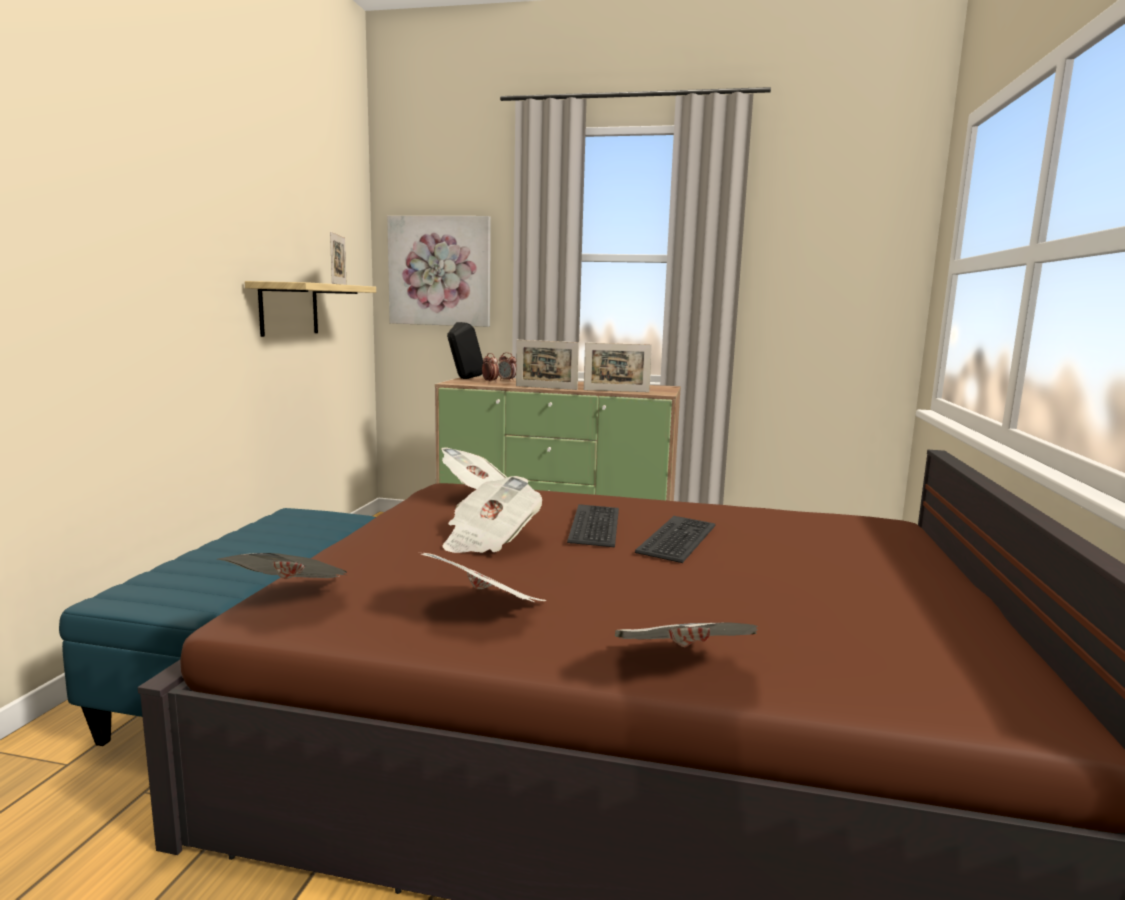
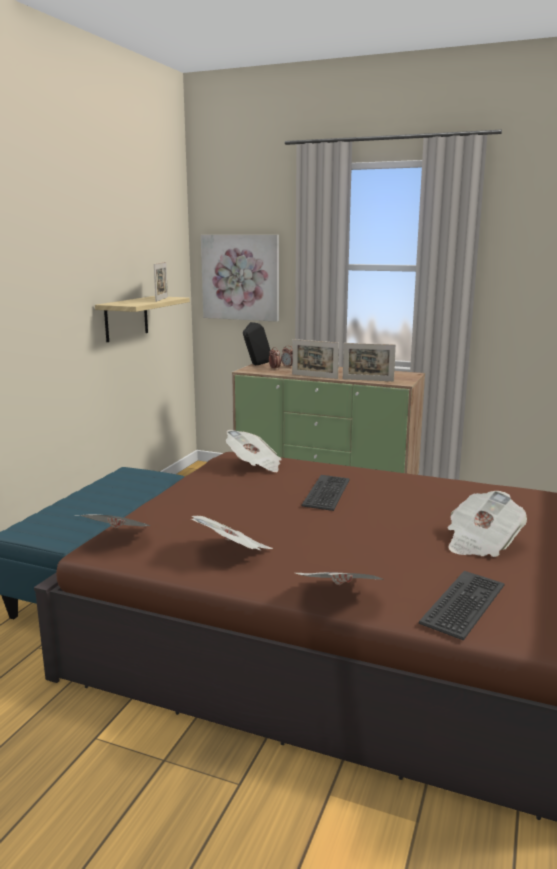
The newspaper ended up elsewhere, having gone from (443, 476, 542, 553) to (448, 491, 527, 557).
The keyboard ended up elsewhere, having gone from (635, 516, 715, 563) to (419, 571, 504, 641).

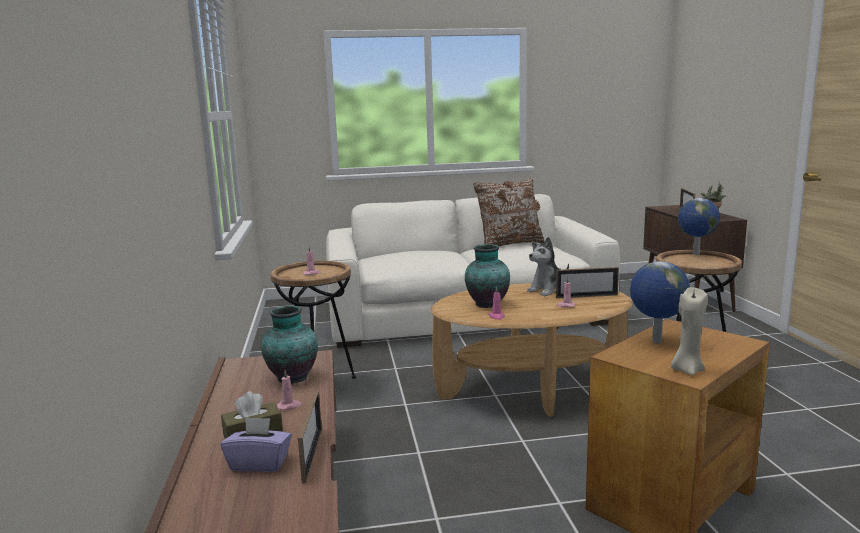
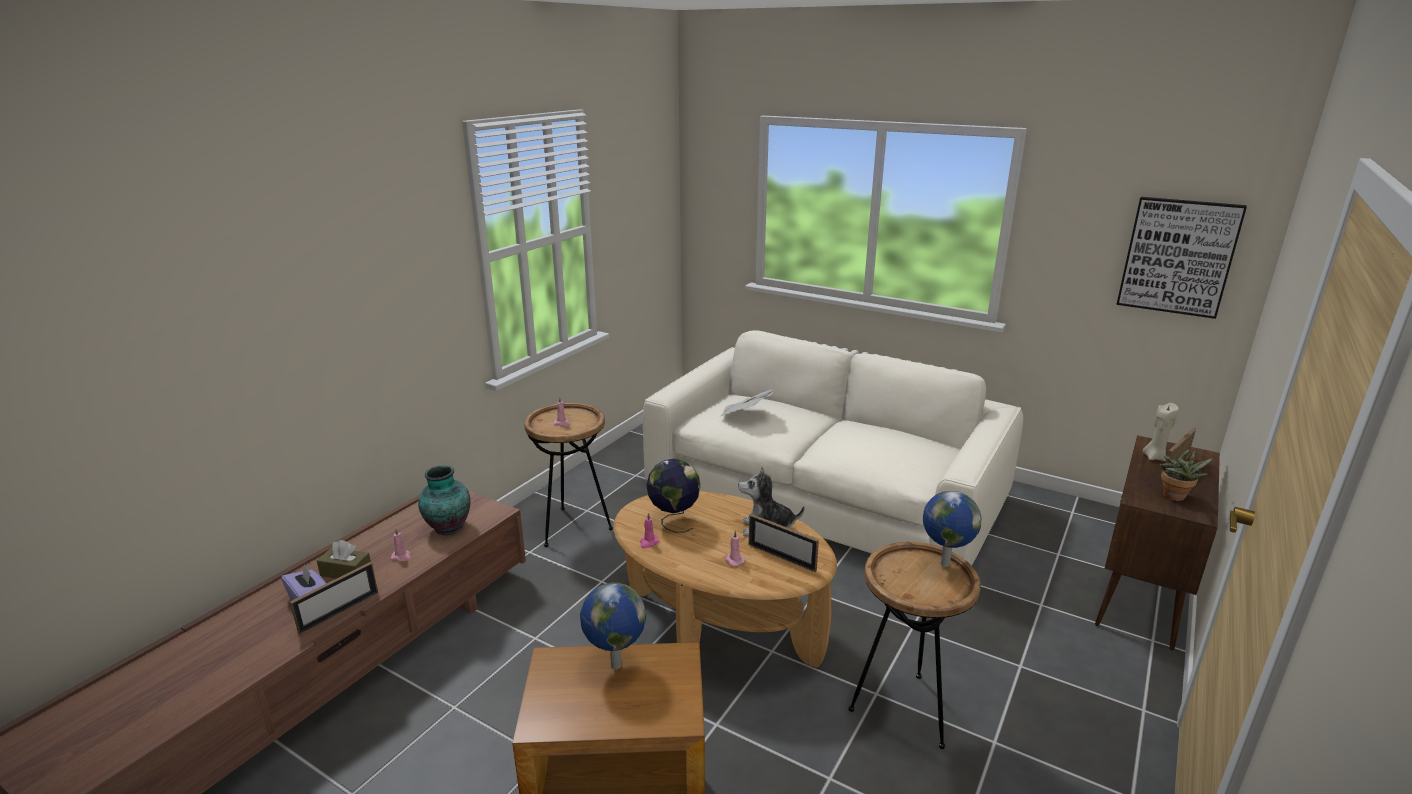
The second view lost the brown_pillow at (473, 178, 544, 247).
Where the vase stood at (465, 244, 510, 308), the globe came to stand at (647, 458, 701, 533).
The beige_candle ended up elsewhere, having gone from (671, 287, 708, 375) to (1143, 403, 1179, 461).
The second view gained the picture at (1116, 197, 1247, 319).
The second view gained the newspaper at (721, 389, 774, 416).

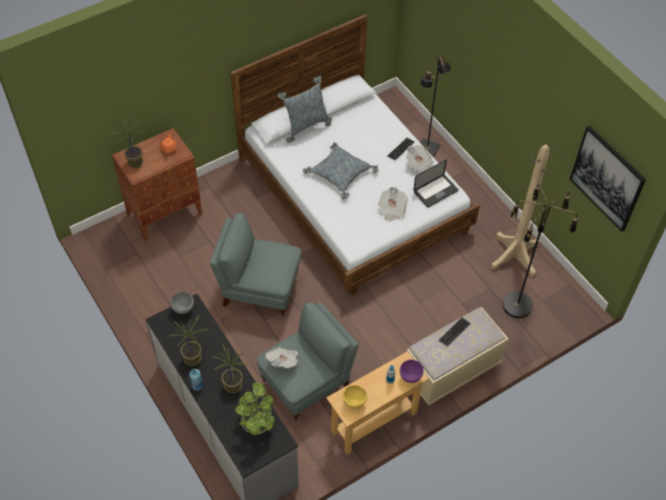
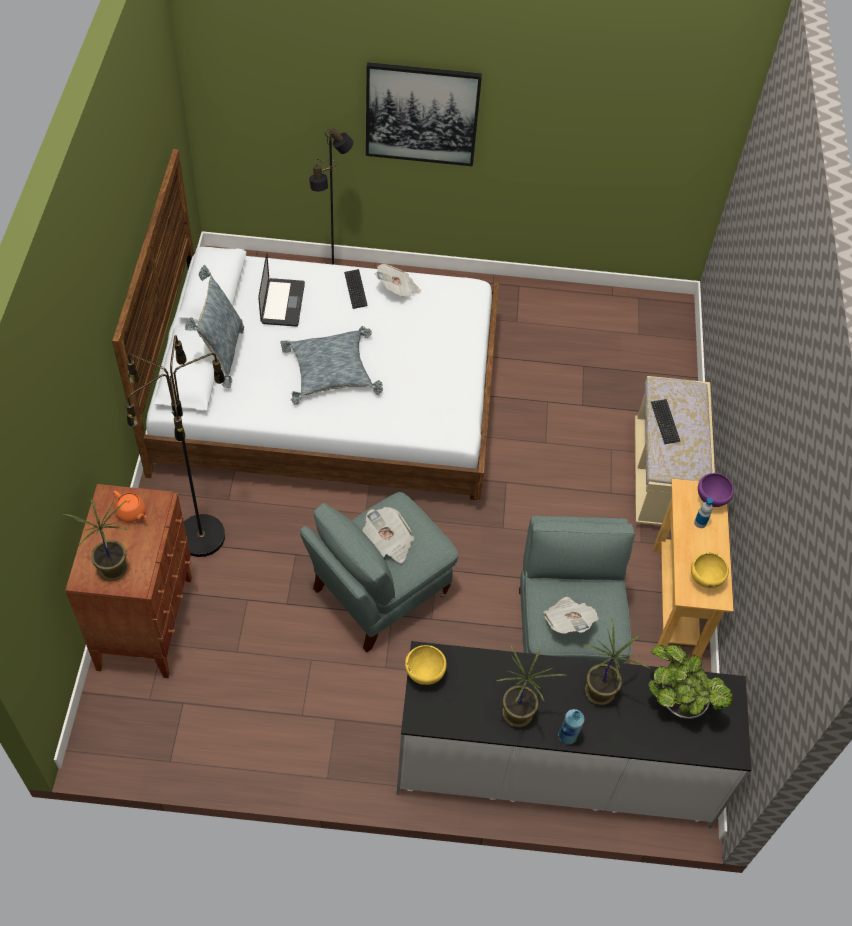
The picture ended up elsewhere, having gone from (570, 126, 646, 232) to (366, 62, 482, 166).
The second view lost the beige_clothes_rack at (491, 145, 554, 277).
The laptop ended up elsewhere, having gone from (413, 159, 459, 208) to (258, 254, 305, 327).
The floor_lamp ended up elsewhere, having gone from (503, 184, 578, 318) to (126, 335, 225, 557).
The newspaper ended up elsewhere, having gone from (378, 187, 408, 222) to (363, 507, 414, 563).
What was the grey_bowl at (170, 292, 194, 314) turned into the yellow_bowl at (405, 645, 446, 685).

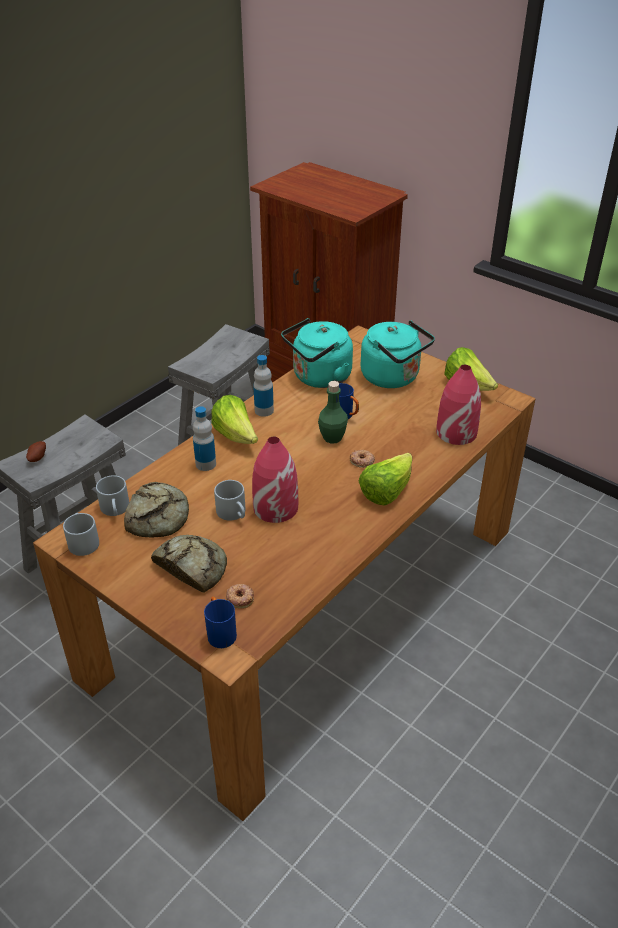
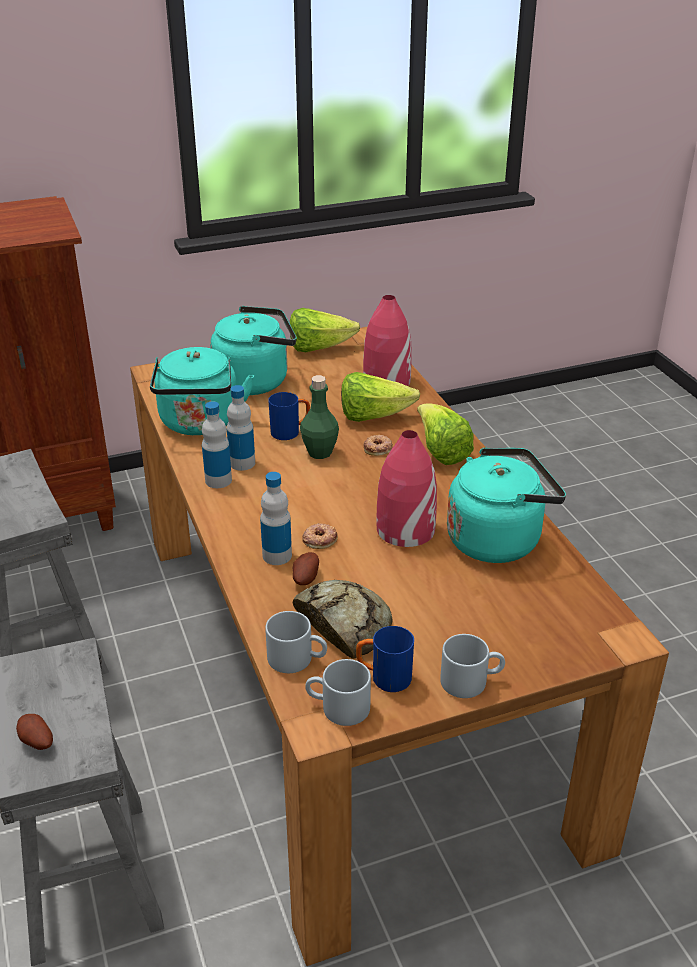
The lettuce ended up elsewhere, having gone from (211, 395, 258, 444) to (341, 372, 420, 422).
The grey_mug ended up elsewhere, having gone from (214, 480, 245, 521) to (440, 634, 505, 698).
The second view lost the bread at (151, 535, 227, 593).
The donut ended up elsewhere, having gone from (226, 584, 254, 608) to (302, 523, 338, 549).
The blue_mug ended up elsewhere, having gone from (204, 597, 237, 648) to (356, 626, 414, 692).
The second view gained the bottle at (227, 385, 255, 471).
The second view gained the turquoise_kettle at (447, 448, 566, 563).
The second view gained the potato at (293, 552, 319, 585).

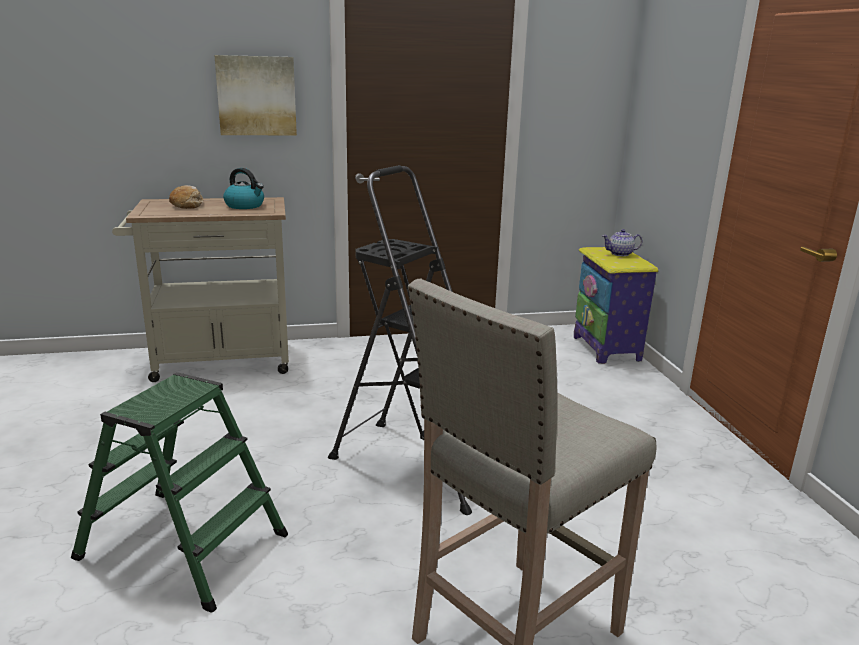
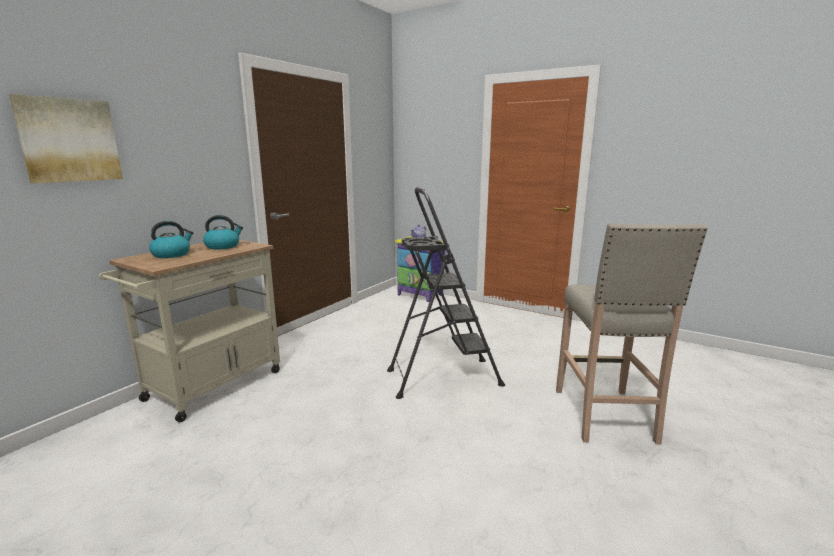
The picture ended up elsewhere, having gone from (214, 55, 297, 135) to (9, 94, 123, 184).
Where the bread stood at (169, 185, 203, 209), the kettle came to stand at (149, 221, 193, 258).
The second view lost the green_step_ladder at (71, 372, 288, 613).

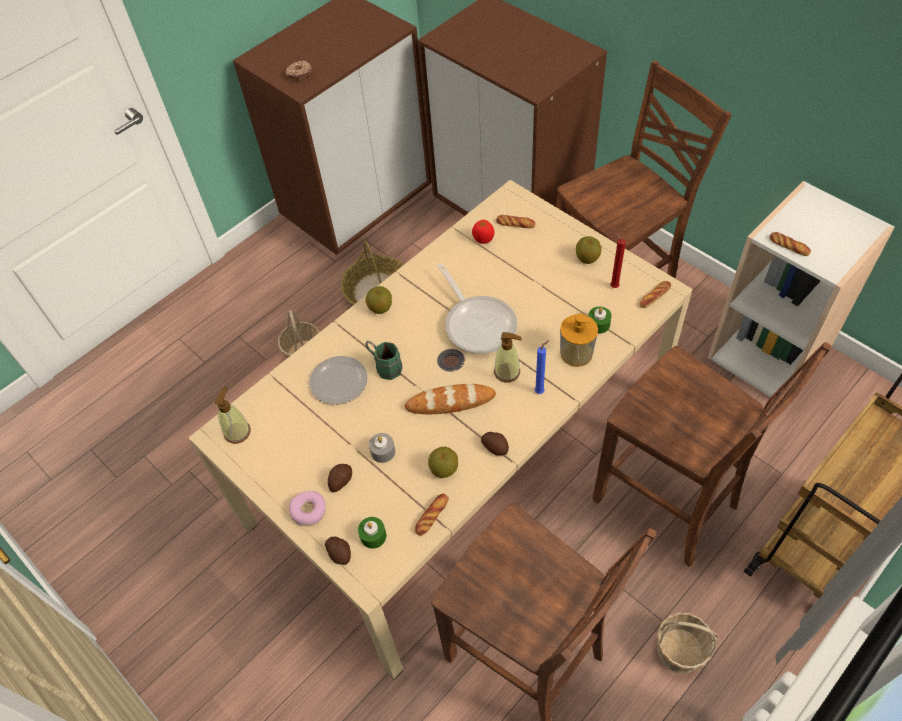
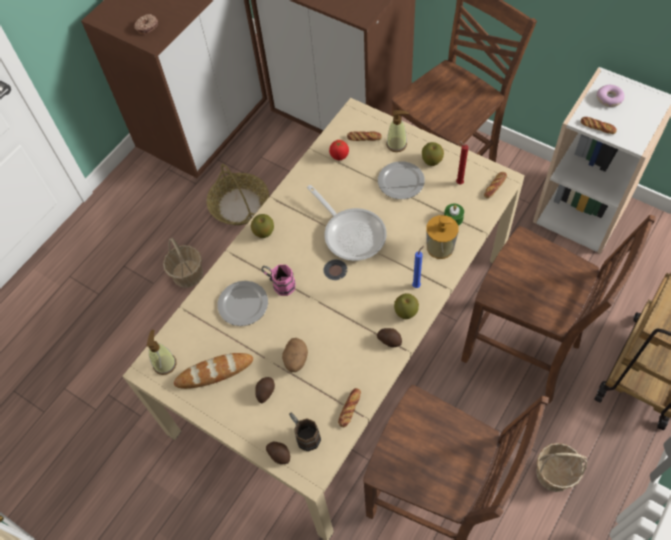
The soap_dispenser ended up elsewhere, having gone from (494, 332, 522, 382) to (386, 110, 409, 152).
What was the green_mug at (365, 341, 403, 380) turned into the pink_mug at (261, 265, 295, 296).
The bread ended up elsewhere, having gone from (405, 384, 496, 414) to (174, 353, 253, 389).
Where the grey_candle stood at (369, 433, 395, 463), the potato came to stand at (282, 338, 308, 372).
The apple ended up elsewhere, having gone from (428, 446, 458, 478) to (394, 293, 419, 319).
The donut ended up elsewhere, having gone from (289, 491, 326, 526) to (596, 85, 624, 107).
Where the green_candle stood at (358, 517, 386, 549), the brown_mug came to stand at (289, 413, 321, 452).
The second view gained the plate at (378, 161, 425, 199).

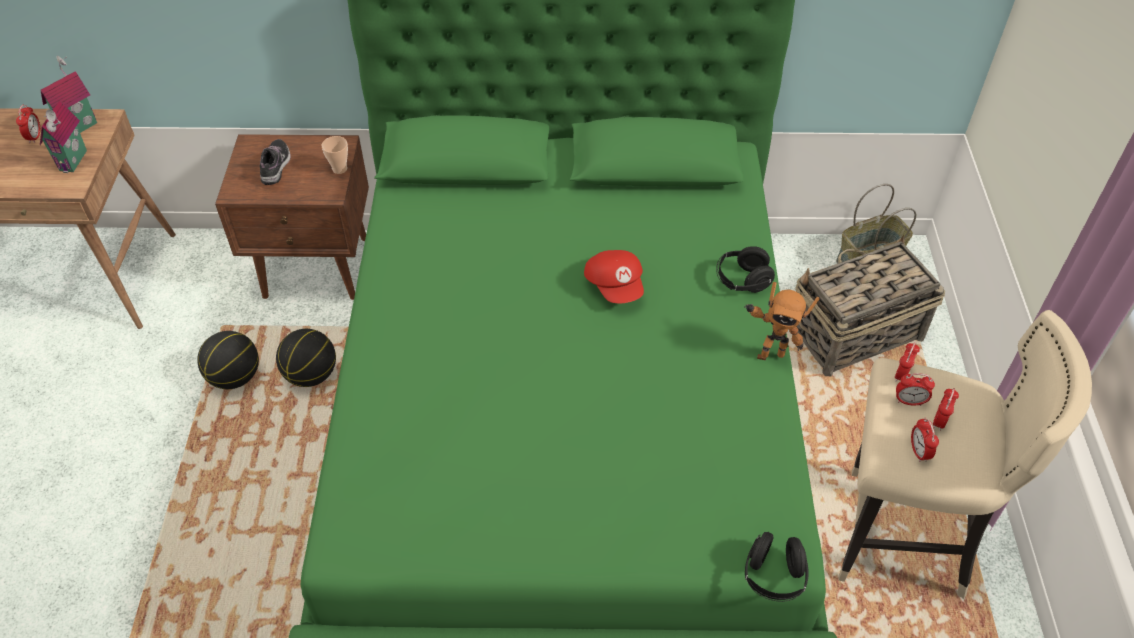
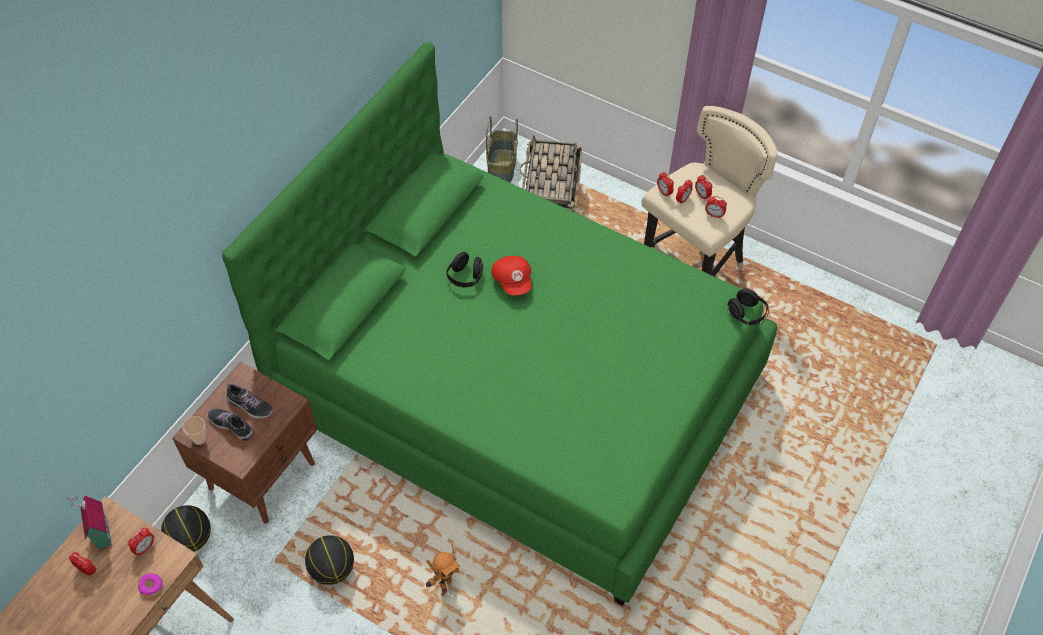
Where the toy_house stood at (40, 100, 87, 173), the alarm_clock came to stand at (128, 528, 154, 556).
The cup ended up elsewhere, having gone from (322, 136, 348, 174) to (182, 416, 206, 445).
The black_headphones ended up elsewhere, having gone from (716, 246, 775, 293) to (446, 252, 483, 287).
The red_cap at (584, 250, 644, 303) ended up facing another way, 60 degrees clockwise from before.
The toy_robot ended up elsewhere, having gone from (744, 282, 820, 360) to (426, 544, 460, 596).
The basketball ended up elsewhere, having gone from (276, 329, 336, 387) to (161, 505, 211, 552).
The second view gained the shoe at (226, 383, 274, 419).
The second view gained the donut at (138, 573, 163, 597).

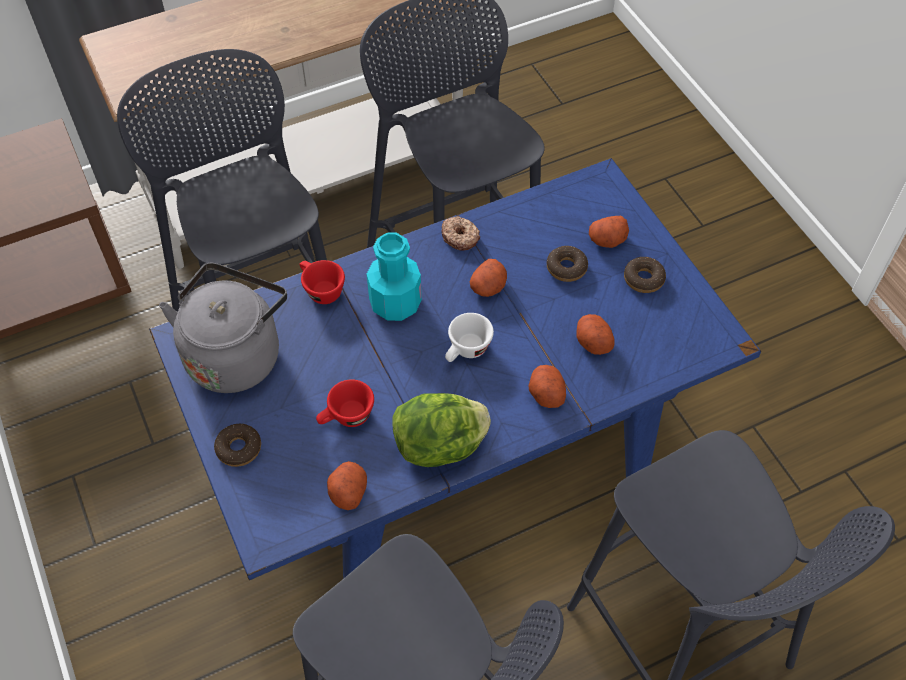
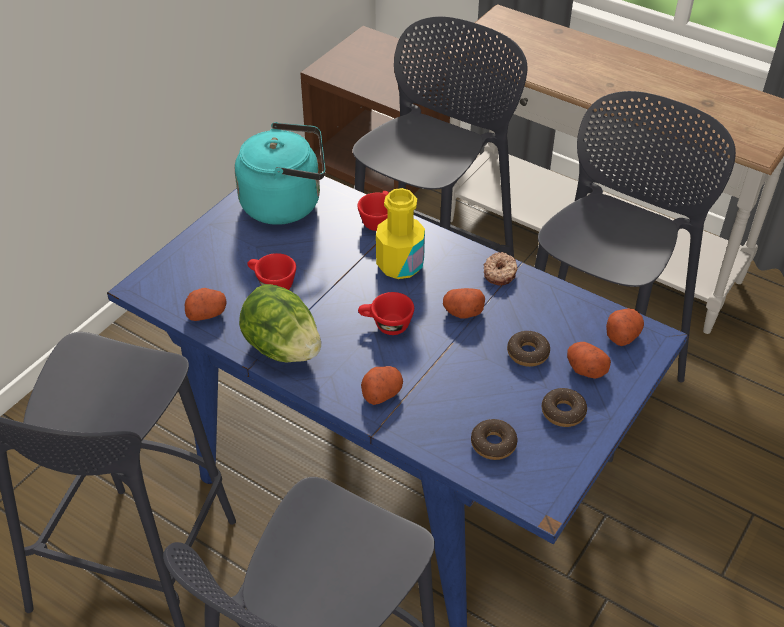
What was the turquoise_bottle at (367, 232, 422, 321) turned into the yellow_bottle at (376, 188, 425, 279).
What was the grey_kettle at (159, 263, 287, 393) turned into the turquoise_kettle at (235, 122, 325, 225).
What was the white_cup at (445, 313, 494, 362) turned into the red_cup at (358, 292, 414, 335).
The potato ended up elsewhere, having gone from (576, 314, 615, 355) to (606, 308, 644, 346).
The donut ended up elsewhere, having gone from (214, 424, 261, 467) to (471, 419, 518, 460).

